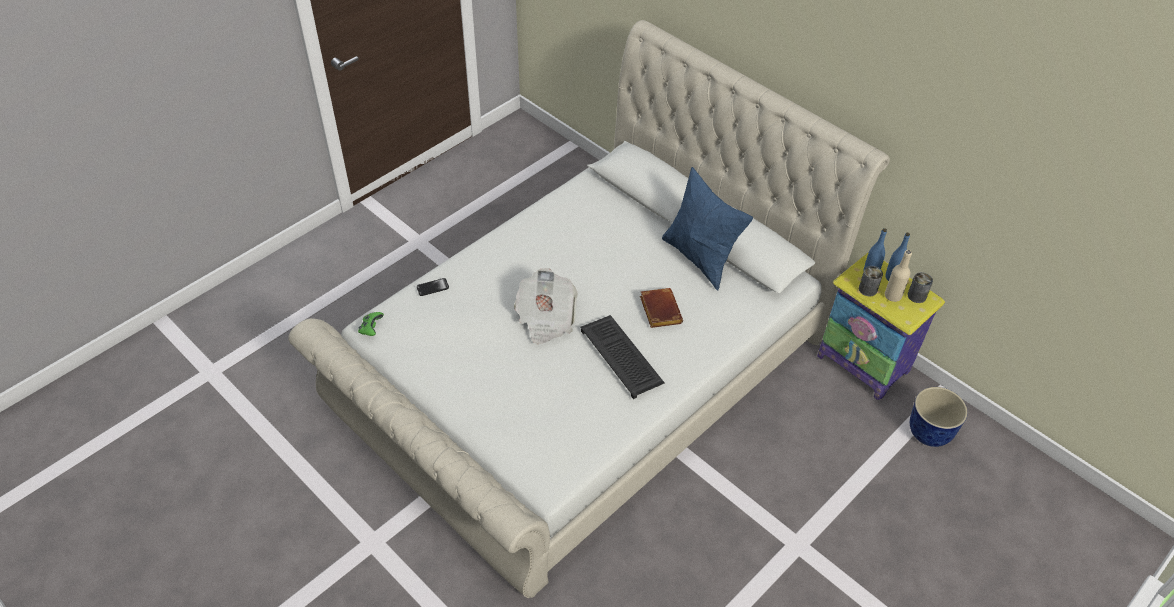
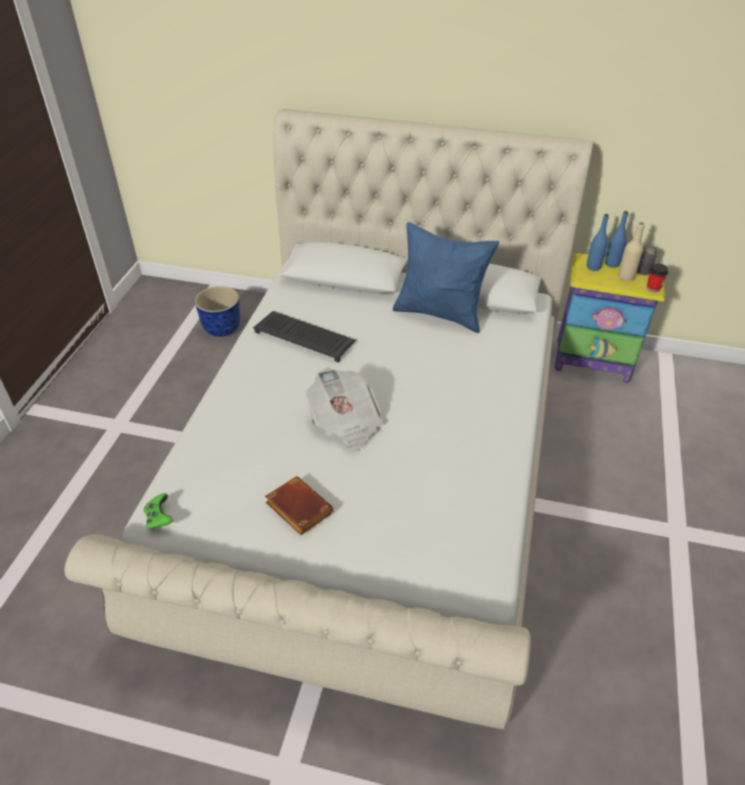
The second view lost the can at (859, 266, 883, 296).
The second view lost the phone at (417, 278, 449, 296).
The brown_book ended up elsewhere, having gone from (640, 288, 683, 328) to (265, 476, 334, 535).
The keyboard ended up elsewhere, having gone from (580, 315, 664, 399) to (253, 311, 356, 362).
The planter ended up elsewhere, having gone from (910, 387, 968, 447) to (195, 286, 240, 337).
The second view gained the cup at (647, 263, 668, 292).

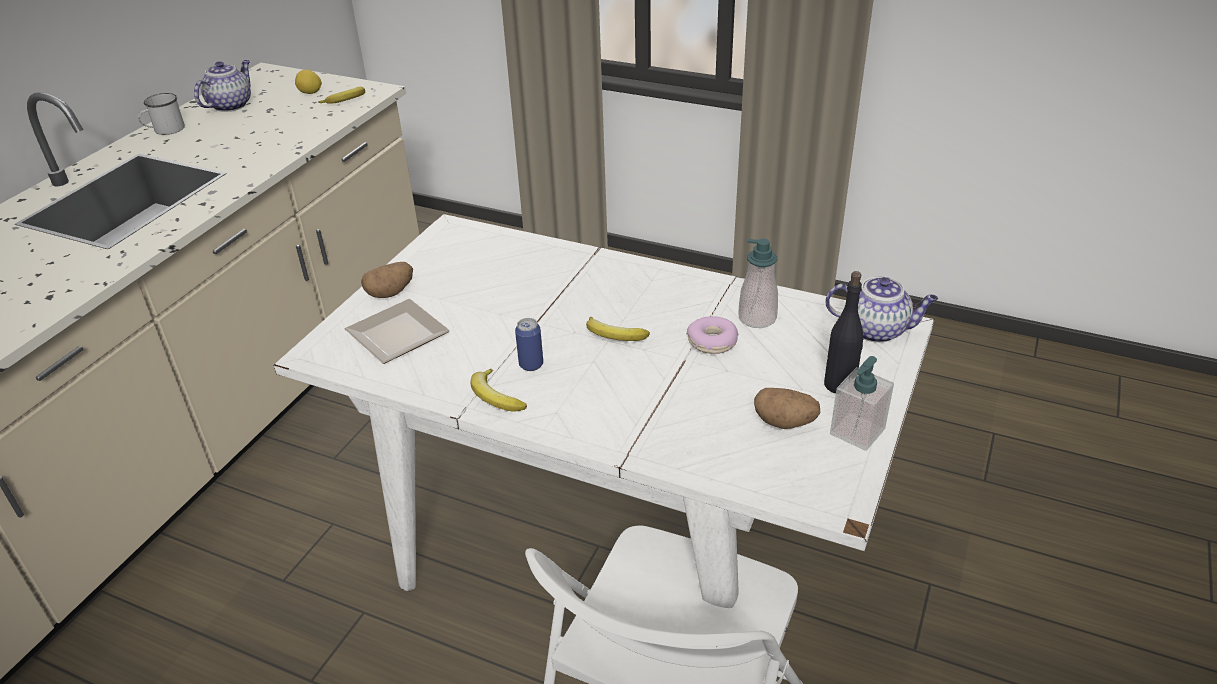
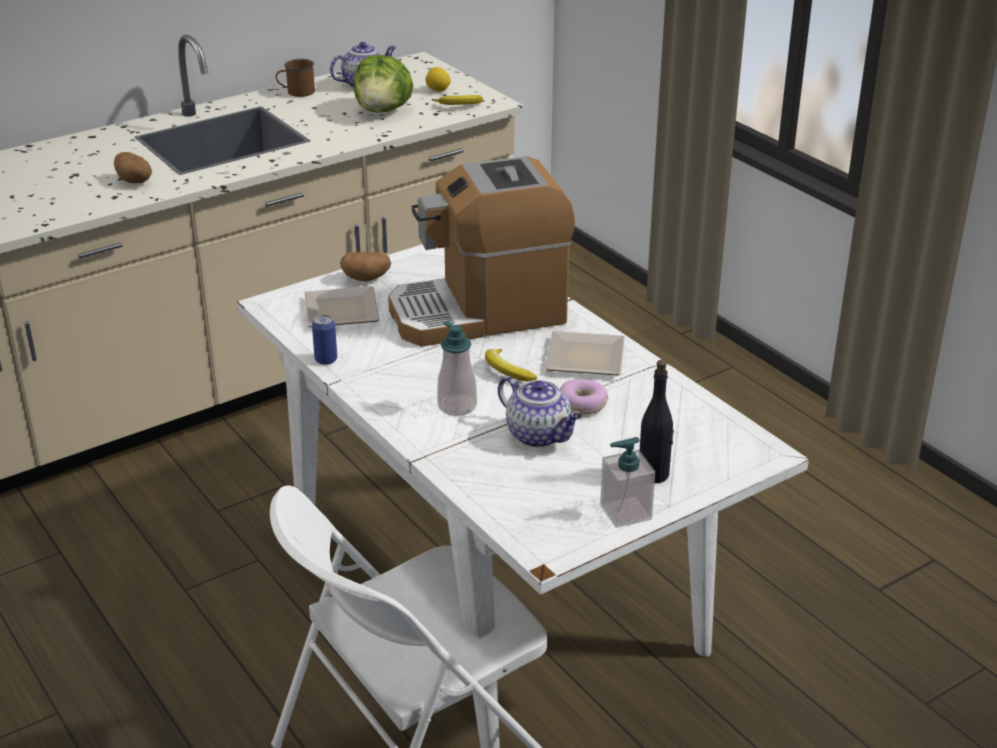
What was the white_mug at (138, 93, 185, 135) turned into the brown_mug at (276, 59, 315, 97).
The soap_dispenser ended up elsewhere, having gone from (739, 239, 778, 328) to (437, 321, 477, 416).
The teapot ended up elsewhere, having gone from (825, 277, 938, 343) to (498, 376, 582, 447).
The can ended up elsewhere, having gone from (515, 318, 543, 371) to (312, 314, 337, 365).
The second view lost the banana at (471, 369, 527, 412).
The potato ended up elsewhere, having gone from (754, 388, 820, 429) to (114, 152, 152, 183).
The second view gained the lettuce at (353, 55, 413, 113).
The second view gained the coffee_machine at (388, 156, 575, 347).
The second view gained the plate at (545, 331, 625, 375).

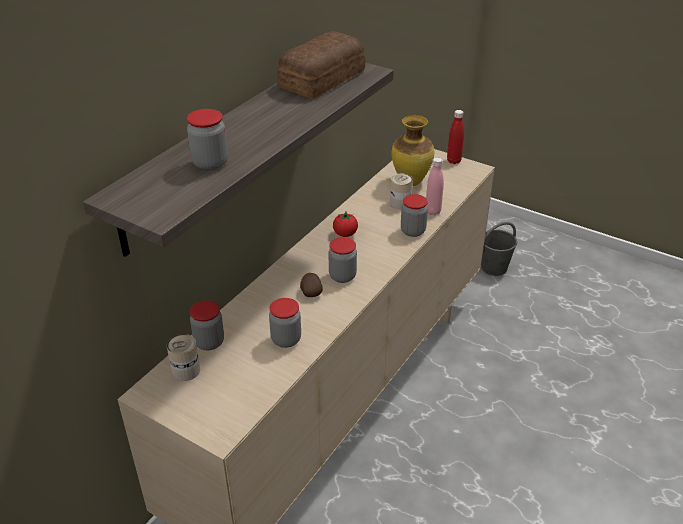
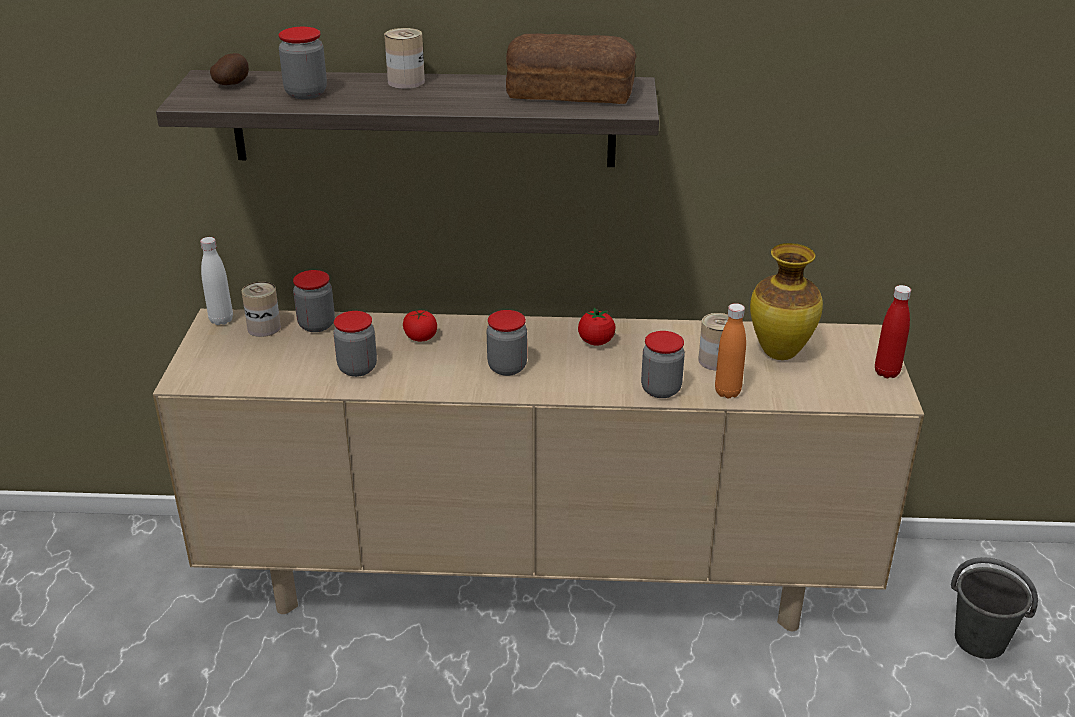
What was the pink_bottle at (426, 157, 444, 215) turned into the orange_bottle at (715, 303, 746, 398).
The potato ended up elsewhere, having gone from (300, 273, 323, 297) to (210, 53, 249, 85).
The second view gained the can at (384, 28, 425, 89).
The second view gained the white_bottle at (200, 237, 233, 325).
The second view gained the tomato at (403, 310, 437, 342).

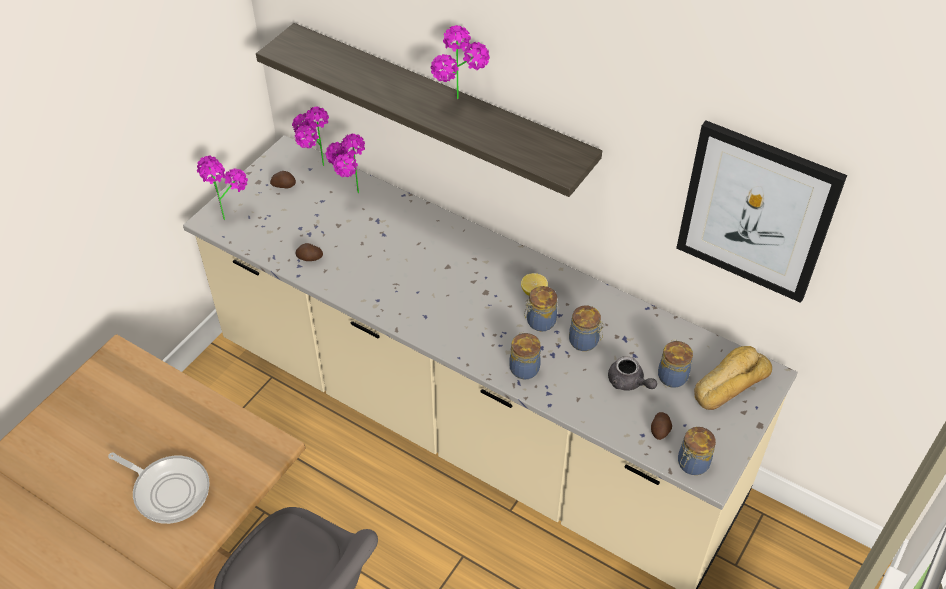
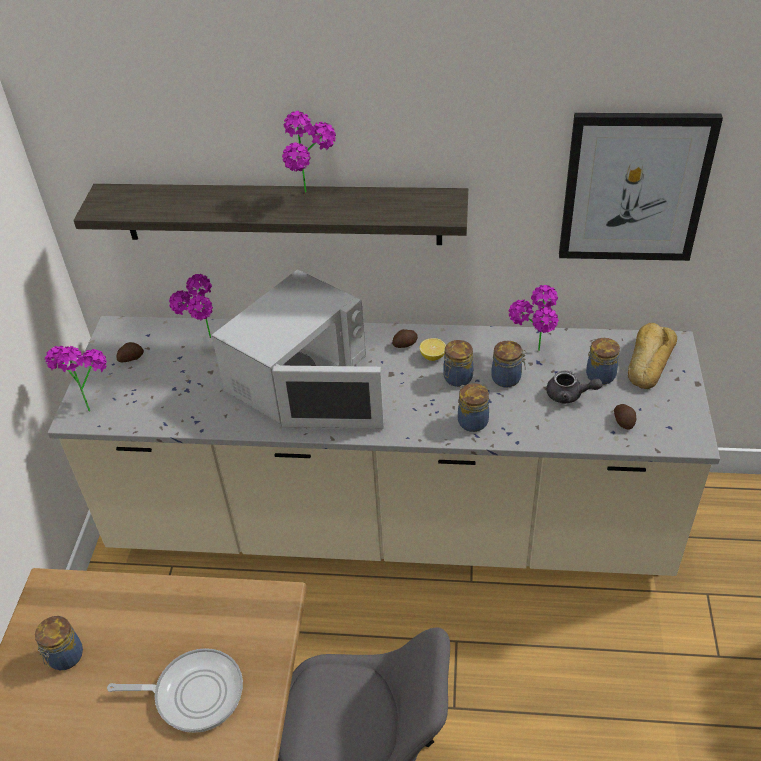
The potted_plant ended up elsewhere, having gone from (292, 106, 329, 166) to (509, 285, 559, 351).
The potato ended up elsewhere, having gone from (296, 243, 323, 261) to (392, 329, 418, 348).
The jar ended up elsewhere, having gone from (678, 427, 716, 475) to (35, 616, 83, 670).
The second view gained the white_microwave at (212, 269, 384, 429).

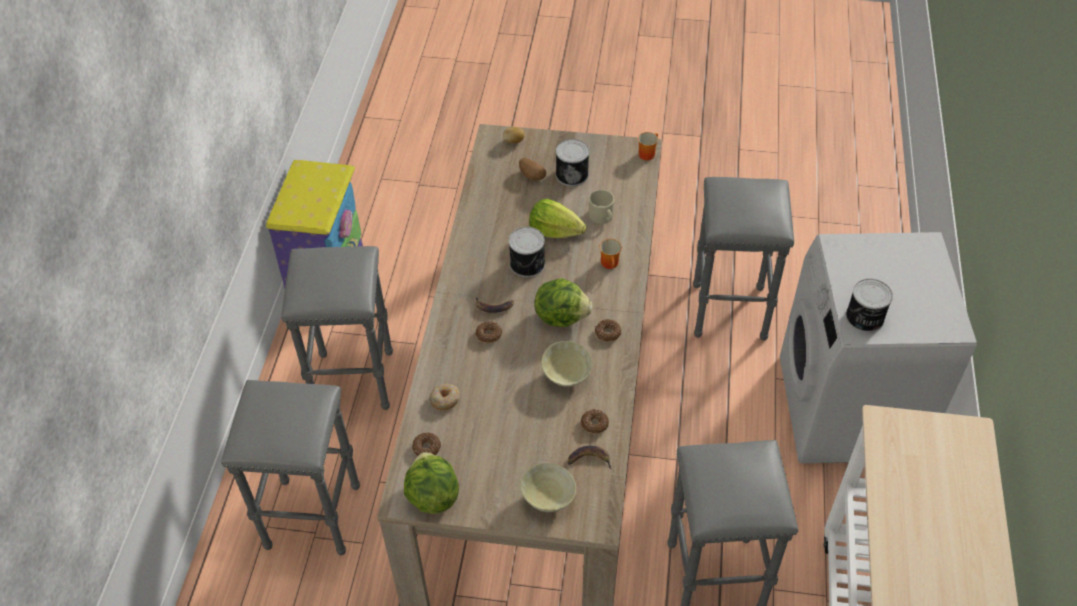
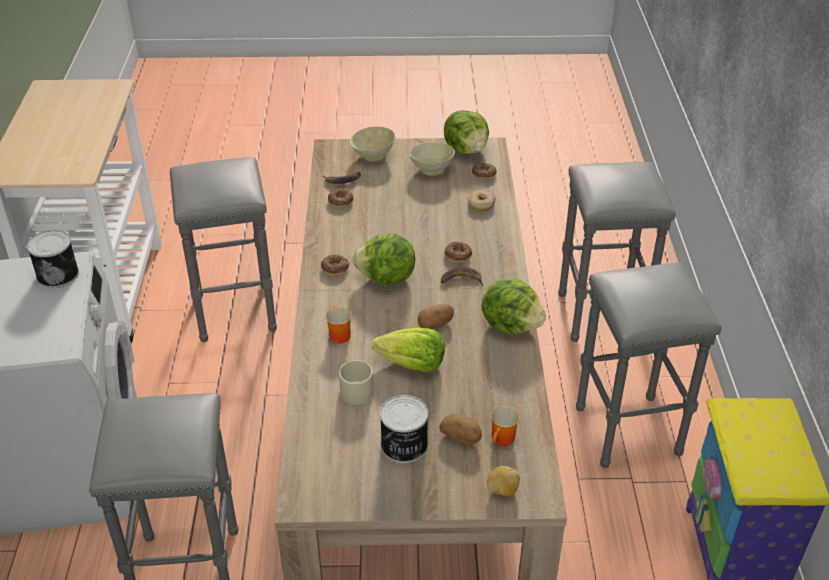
The mug ended up elsewhere, having gone from (638, 132, 658, 160) to (490, 405, 520, 446).
Where the can stood at (509, 227, 545, 277), the potato came to stand at (418, 304, 454, 329).
The beige_bowl ended up elsewhere, having gone from (541, 341, 592, 387) to (409, 142, 455, 176).
The second view gained the lettuce at (482, 279, 546, 334).

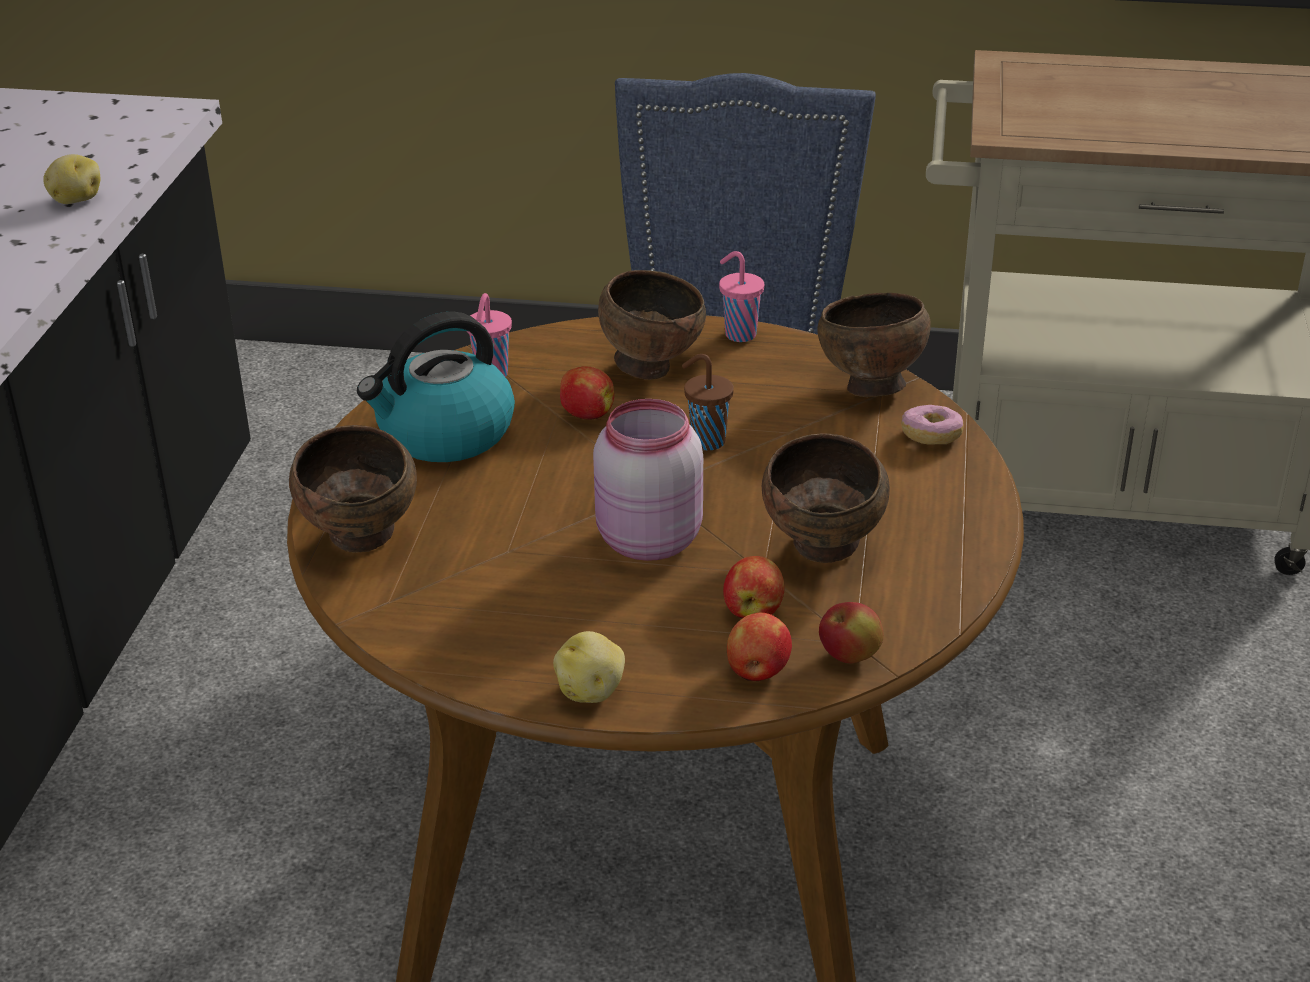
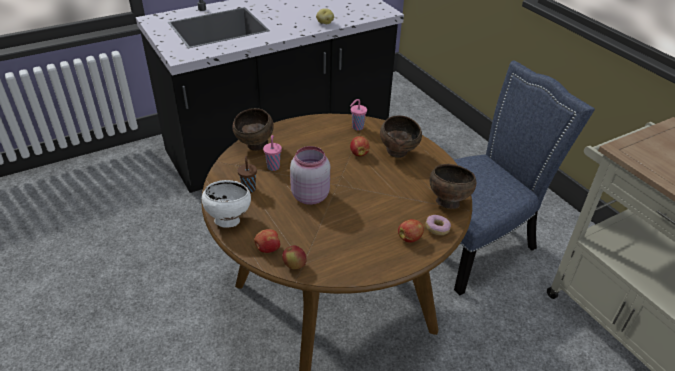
The pink_cup ended up elsewhere, having gone from (719, 251, 765, 342) to (263, 135, 282, 171).
The second view lost the kettle at (357, 311, 515, 462).
The brown_cup ended up elsewhere, having gone from (682, 354, 734, 451) to (238, 156, 257, 193).
The second view lost the brown_bowl at (762, 433, 890, 563).
The apple ended up elsewhere, having gone from (723, 556, 785, 618) to (398, 219, 424, 243).
Where the potato stood at (553, 631, 625, 703), the white_bowl came to stand at (202, 180, 251, 228).

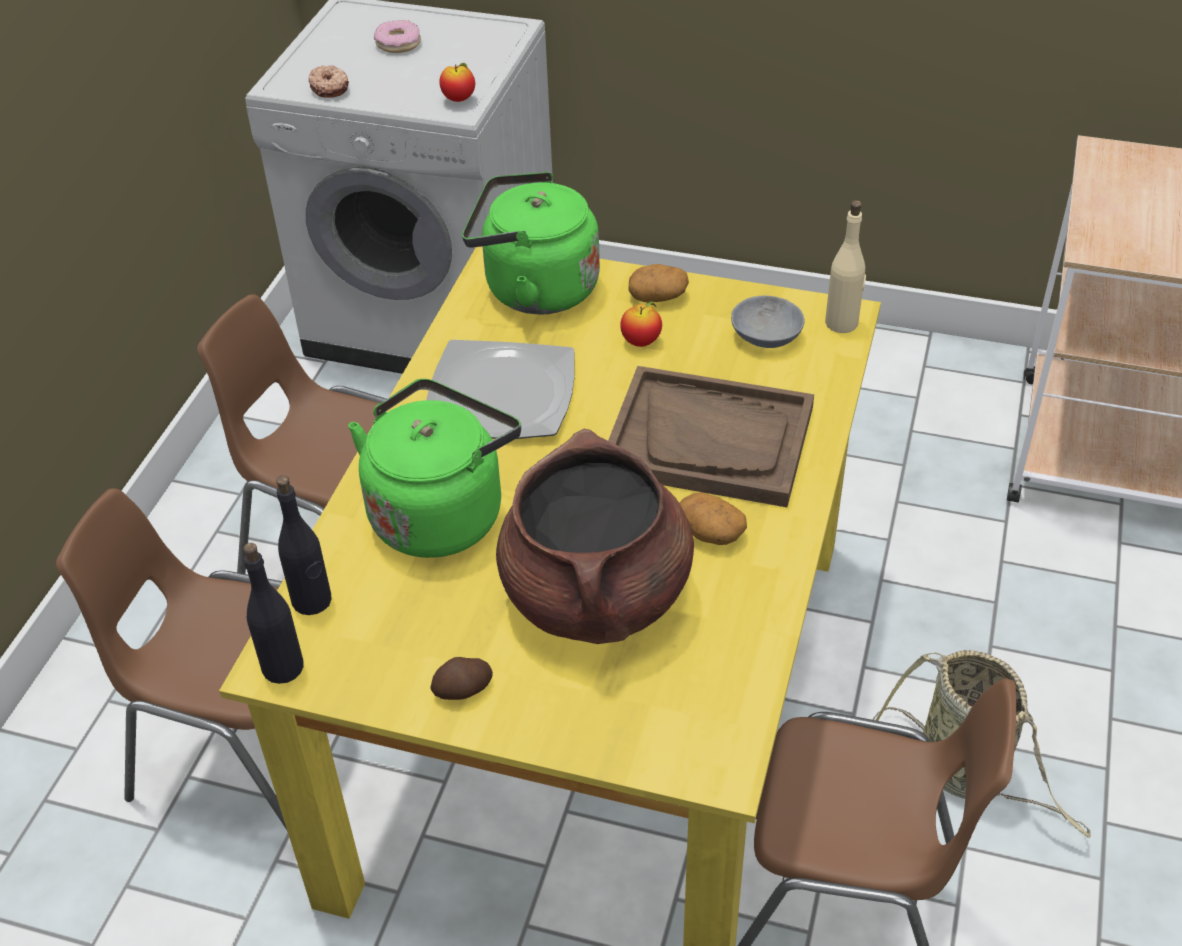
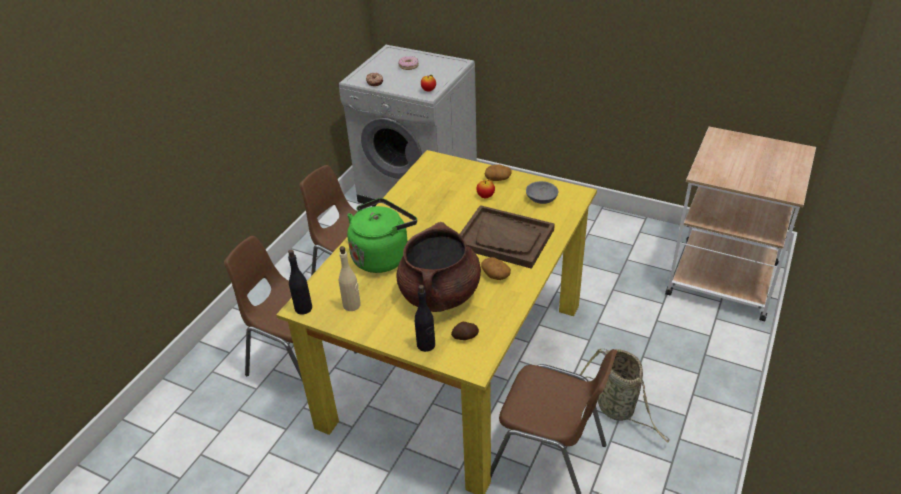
The second view lost the green_kettle at (462, 172, 600, 315).
The beige_bottle ended up elsewhere, having gone from (825, 200, 866, 333) to (339, 246, 361, 311).
The second view lost the plate at (426, 340, 574, 439).
The black_bottle ended up elsewhere, having gone from (276, 475, 332, 615) to (415, 285, 435, 352).
The potato ended up elsewhere, having gone from (430, 657, 493, 700) to (451, 322, 479, 340).

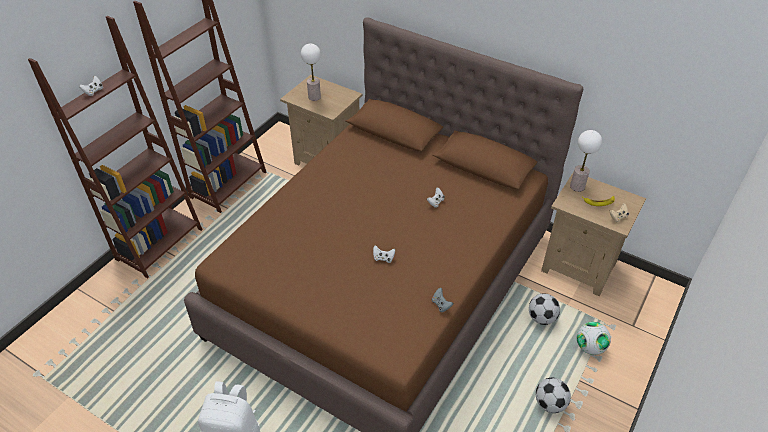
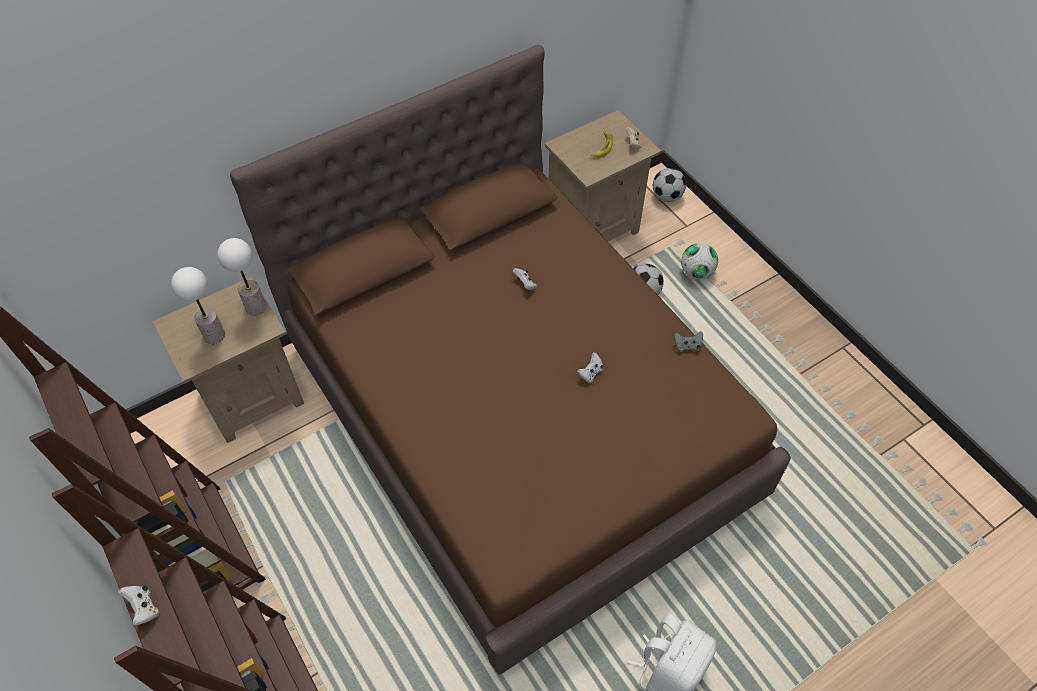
The table_lamp ended up elsewhere, having gone from (570, 130, 602, 192) to (217, 238, 266, 316).
The football ended up elsewhere, having gone from (536, 378, 571, 413) to (653, 168, 686, 202).

